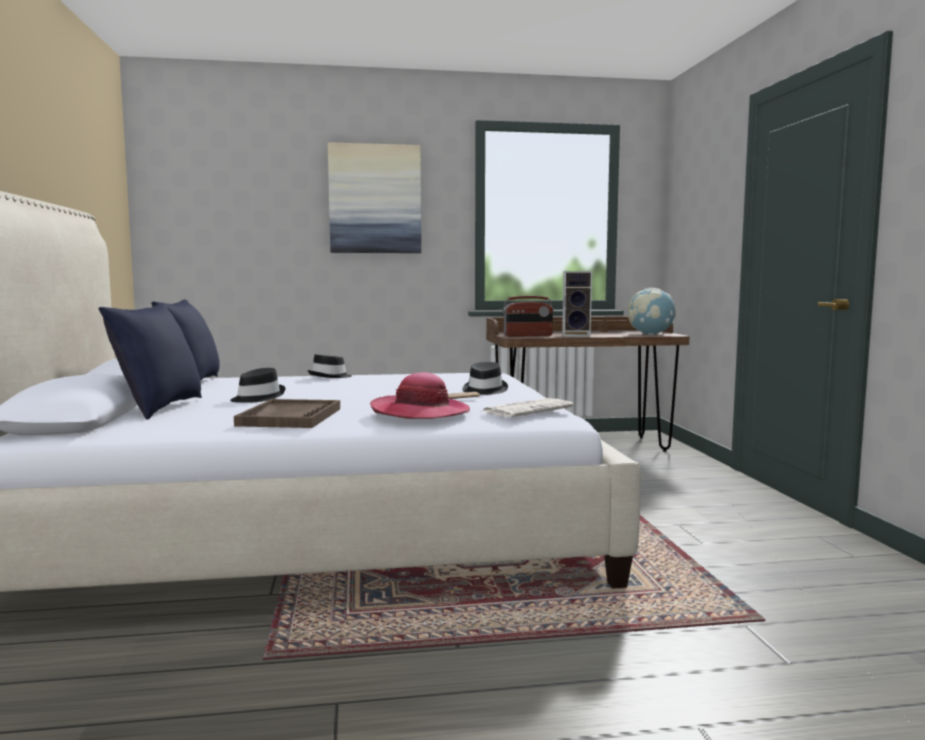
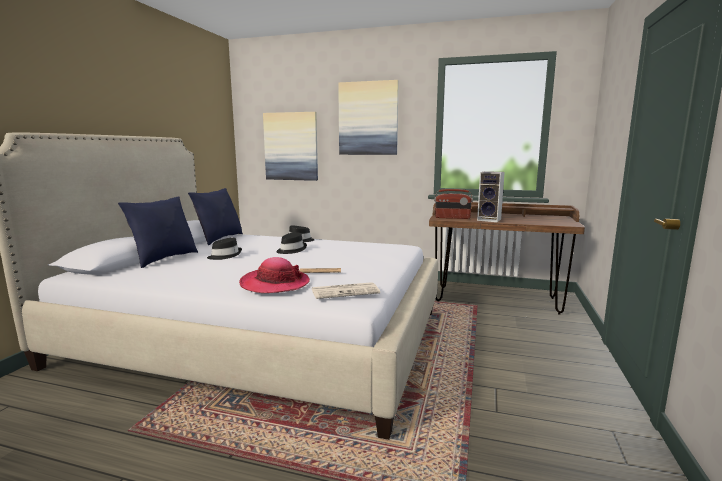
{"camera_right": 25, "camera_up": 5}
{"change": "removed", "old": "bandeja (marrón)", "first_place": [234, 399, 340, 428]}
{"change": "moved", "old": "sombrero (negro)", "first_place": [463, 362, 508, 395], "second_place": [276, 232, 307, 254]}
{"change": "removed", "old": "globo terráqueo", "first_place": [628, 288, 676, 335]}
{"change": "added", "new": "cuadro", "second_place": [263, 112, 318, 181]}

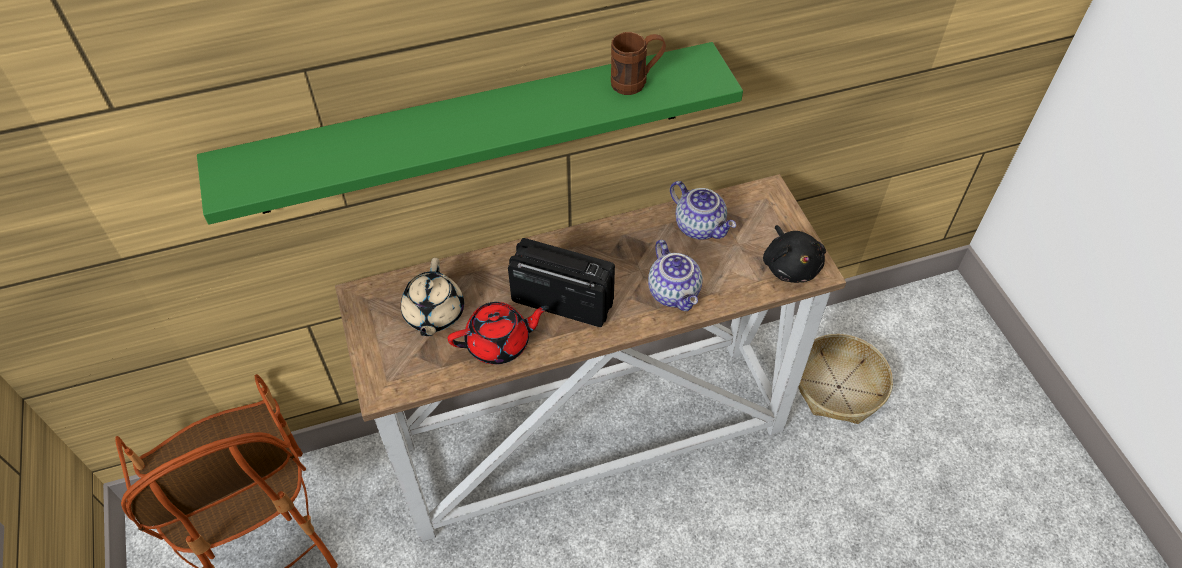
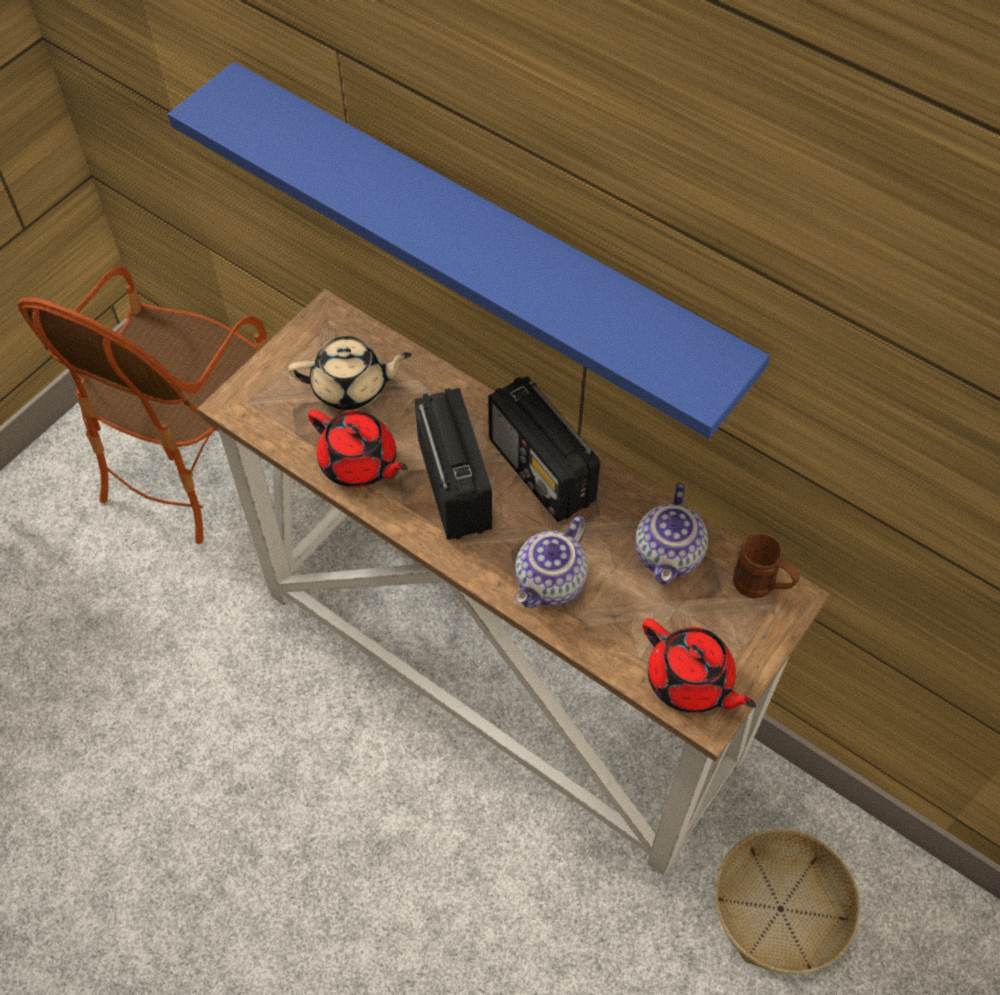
{"camera_right": 55, "camera_up": 5}
{"change": "recoloured", "old": "estante (verde)", "new": "estante (azul)", "first_place": [197, 42, 743, 224], "second_place": [168, 62, 770, 439]}
{"change": "turned", "old": "tetera (beis)", "first_place": [401, 258, 464, 336], "second_place": [288, 336, 412, 410], "degrees": -150}
{"change": "moved", "old": "taza grande (marrón)", "first_place": [611, 32, 666, 95], "second_place": [733, 533, 799, 599]}
{"change": "replaced", "old": "peluche (negro)", "new": "tetera (rojo)", "first_place": [763, 225, 826, 283], "second_place": [642, 618, 756, 713]}
{"change": "added", "new": "radio", "second_place": [488, 376, 600, 522]}

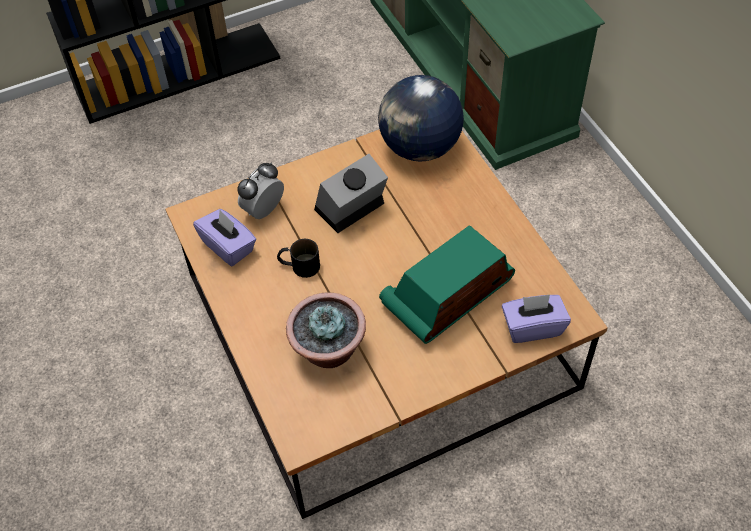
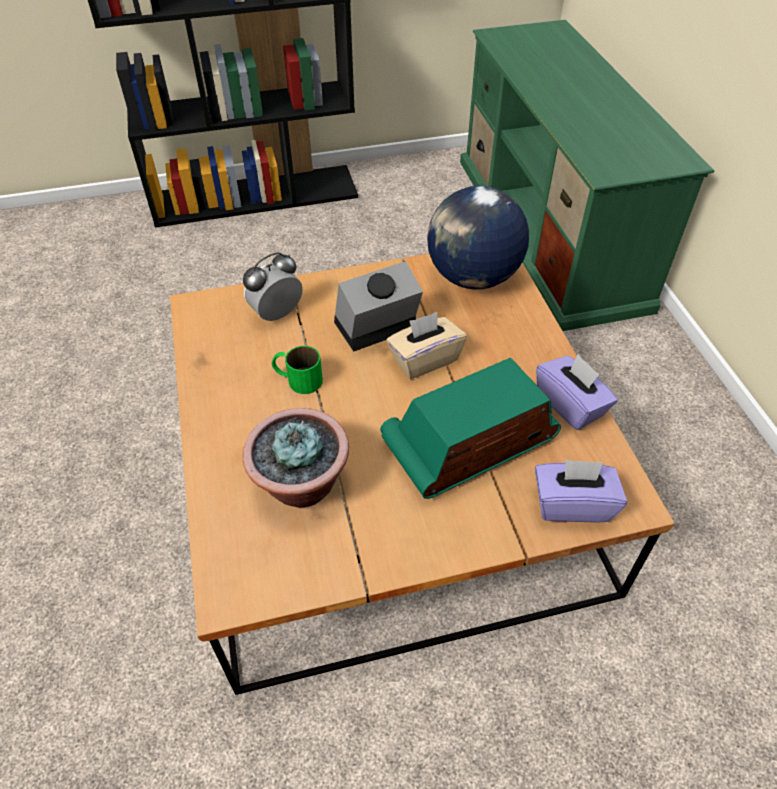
{"camera_right": 10, "camera_up": -5}
{"change": "moved", "old": "caja de pañuelos (morado)", "first_place": [193, 209, 257, 266], "second_place": [536, 354, 618, 430]}
{"change": "recoloured", "old": "taza grande (negro)", "new": "taza grande (verde)", "first_place": [277, 239, 320, 278], "second_place": [272, 346, 323, 394]}
{"change": "added", "new": "caja de pañuelos (beis)", "second_place": [386, 312, 467, 379]}

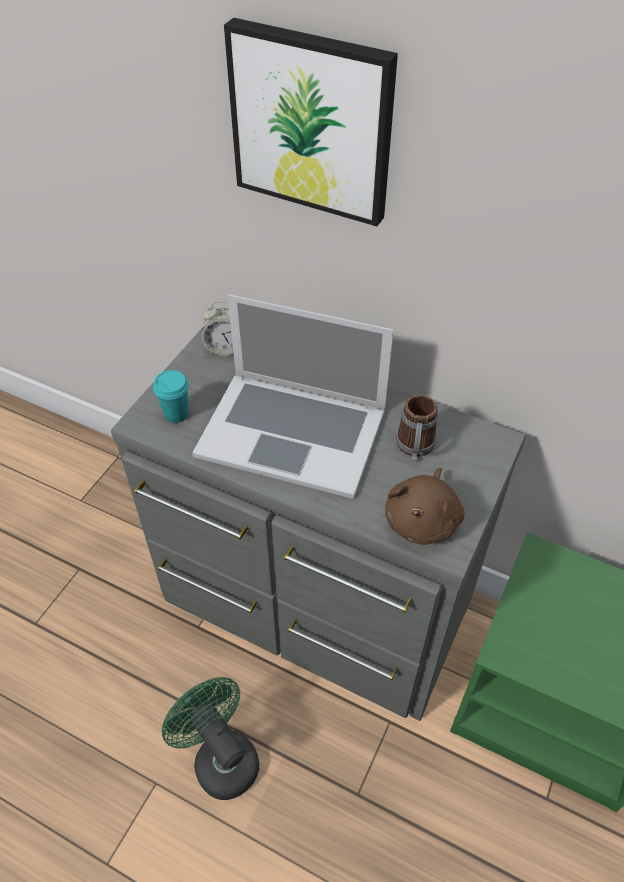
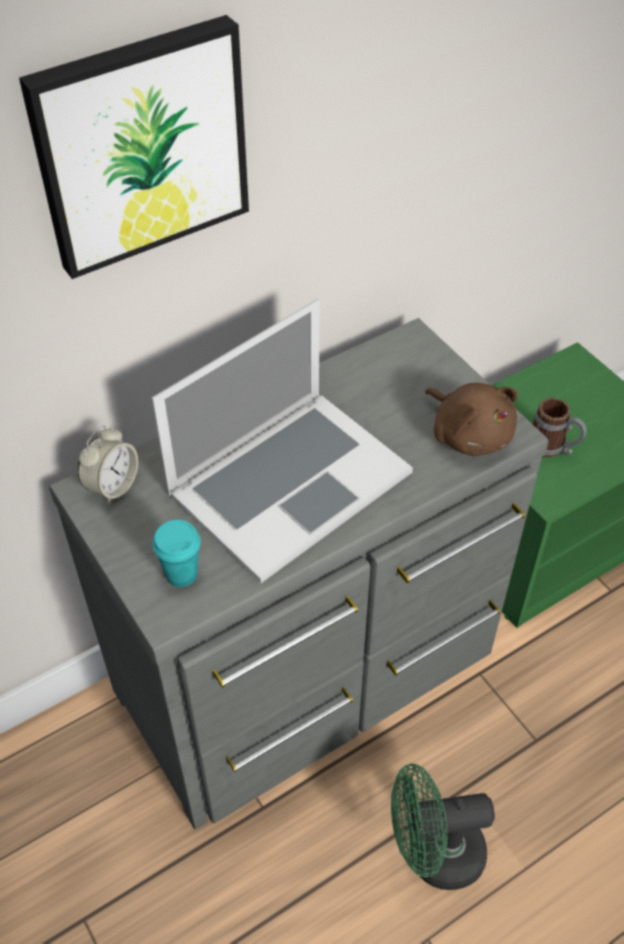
{"camera_right": -60, "camera_up": 0}
{"change": "moved", "old": "taza grande", "first_place": [396, 395, 438, 462], "second_place": [533, 398, 586, 458]}

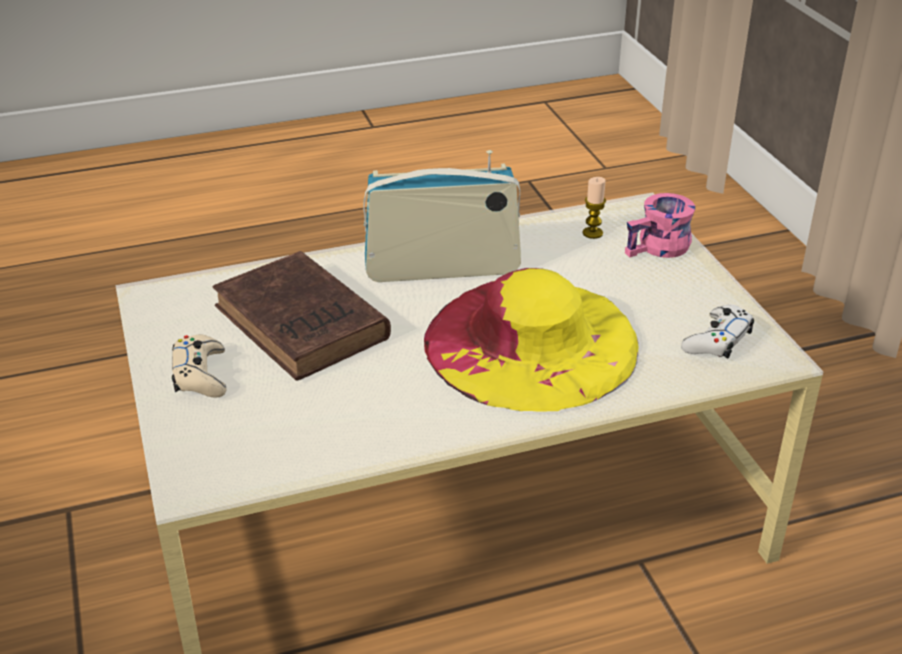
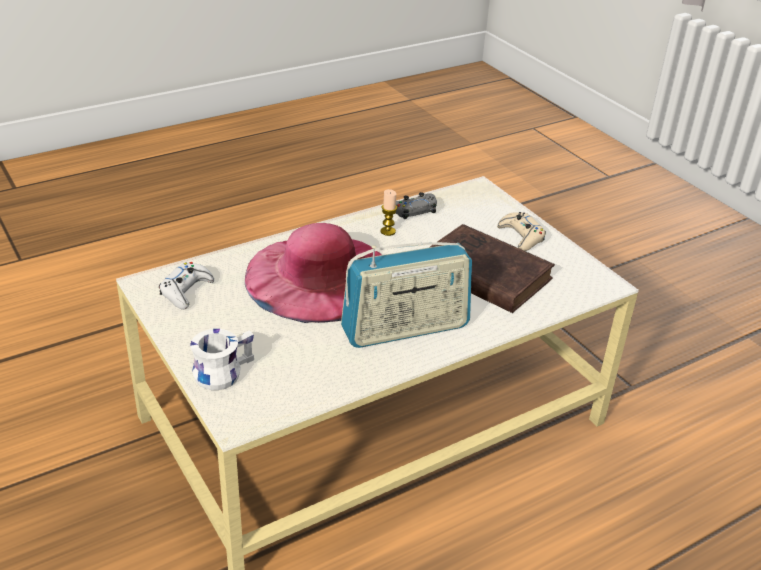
{"camera_right": 165, "camera_up": 0}
{"change": "recoloured", "old": "sombrero (amarillo)", "new": "sombrero (rosa)", "first_place": [424, 268, 638, 412], "second_place": [245, 223, 382, 323]}
{"change": "moved", "old": "vela", "first_place": [583, 177, 606, 239], "second_place": [381, 189, 397, 236]}
{"change": "recoloured", "old": "taza grande (rosa)", "new": "taza grande (blanco)", "first_place": [625, 193, 695, 258], "second_place": [190, 329, 254, 390]}
{"change": "added", "new": "mando de consola (gris)", "second_place": [396, 192, 437, 219]}

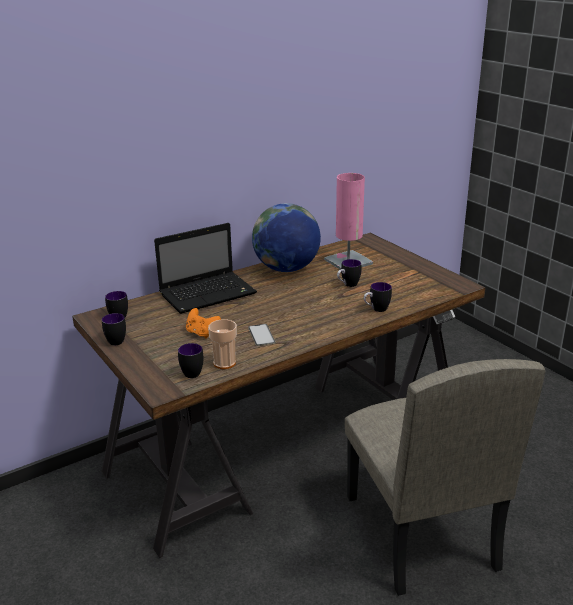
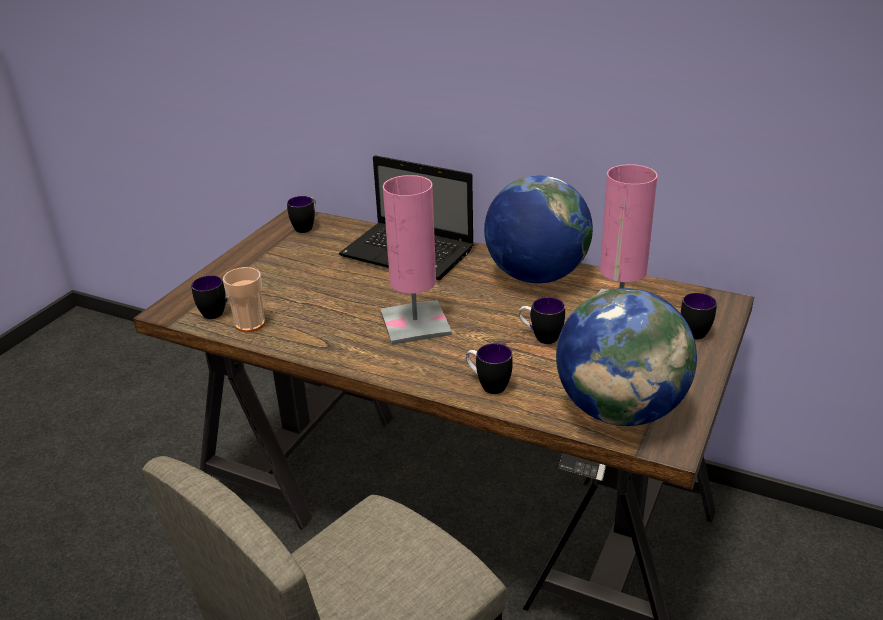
{"camera_right": 60, "camera_up": 5}
{"change": "moved", "old": "taza grande", "first_place": [102, 313, 126, 345], "second_place": [681, 293, 717, 340]}
{"change": "removed", "old": "mando de consola (naranja)", "first_place": [186, 308, 221, 338]}
{"change": "removed", "old": "móvil", "first_place": [248, 324, 275, 346]}
{"change": "added", "new": "lámpara de mesa (rosa)", "second_place": [381, 175, 452, 344]}
{"change": "added", "new": "globo terráqueo", "second_place": [556, 288, 697, 426]}

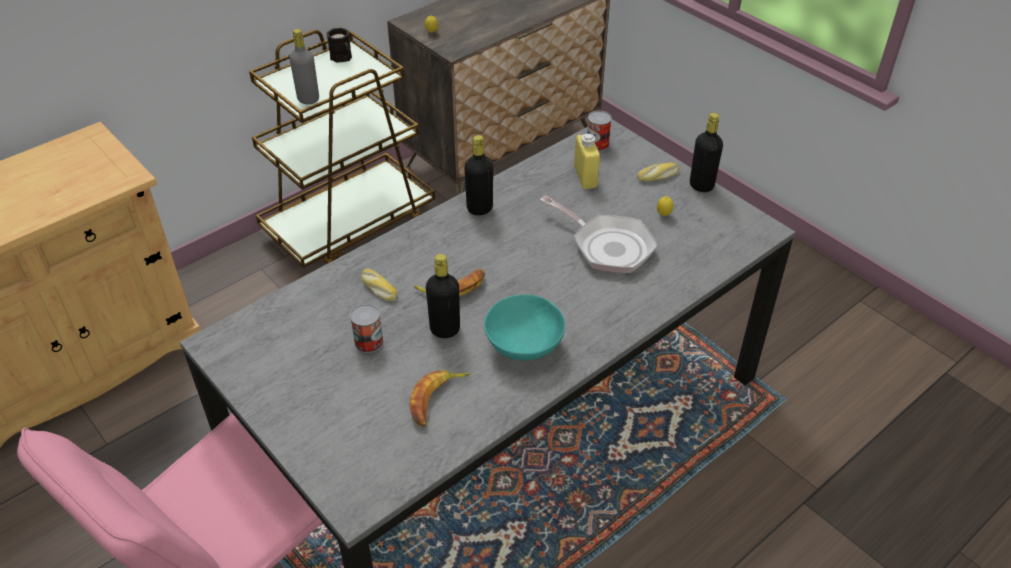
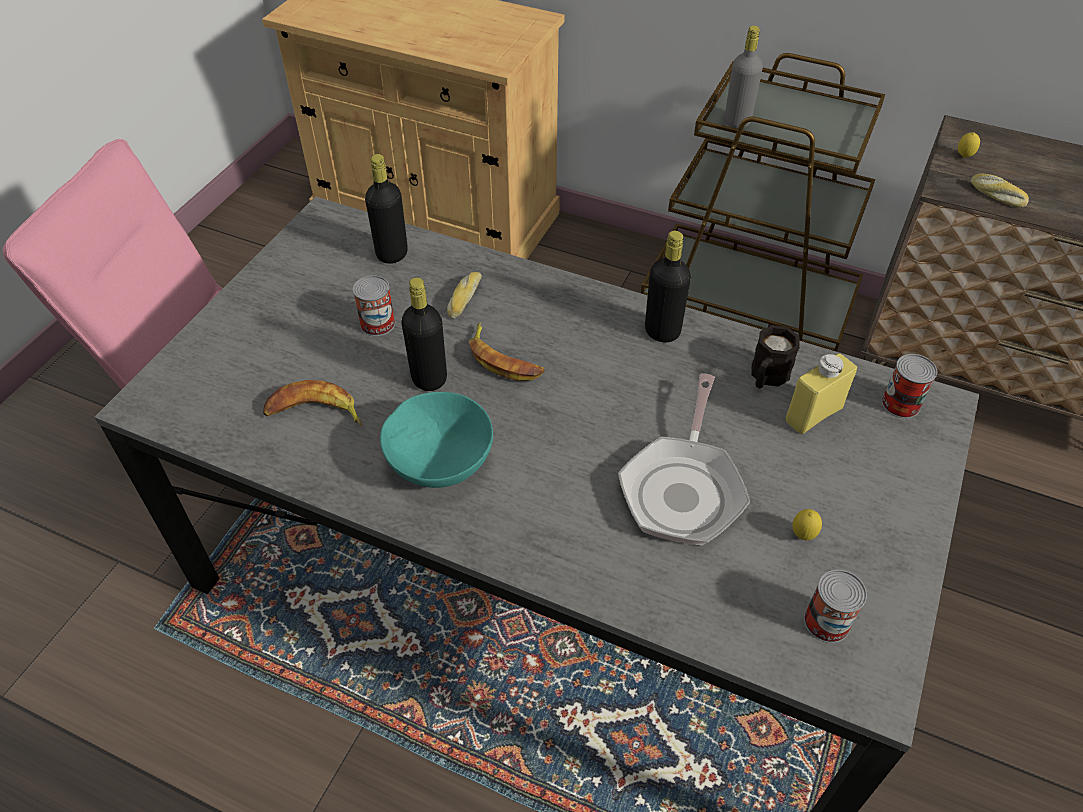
{"camera_right": 65, "camera_up": 5}
{"change": "moved", "old": "taza grande (negro)", "first_place": [327, 28, 352, 63], "second_place": [751, 325, 800, 389]}
{"change": "moved", "old": "pan", "first_place": [637, 163, 679, 181], "second_place": [971, 174, 1029, 207]}
{"change": "moved", "old": "botella (negro)", "first_place": [690, 113, 723, 192], "second_place": [365, 154, 408, 264]}
{"change": "added", "new": "lata", "second_place": [804, 569, 867, 643]}

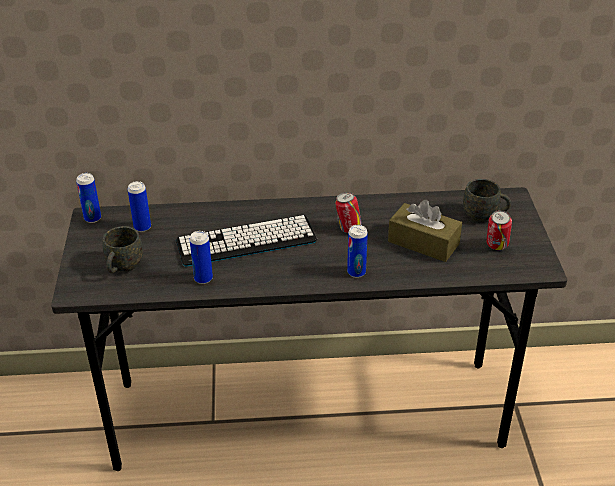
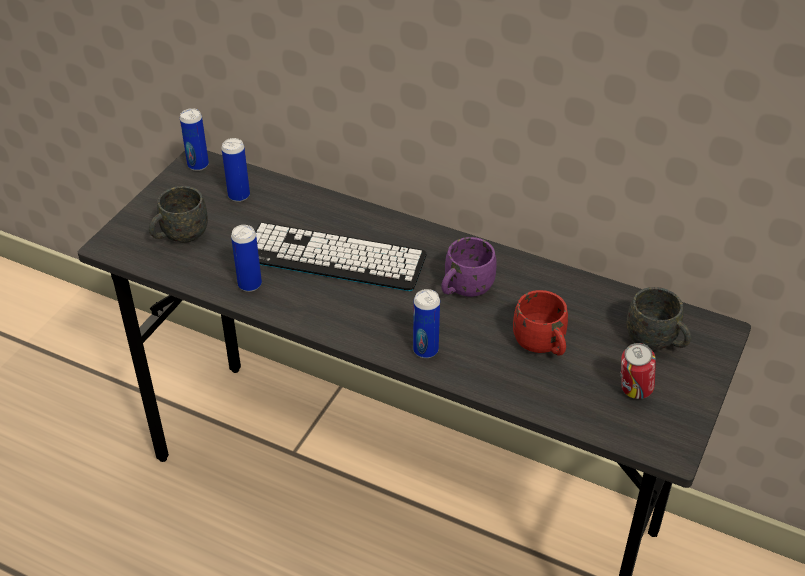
{"camera_right": 30, "camera_up": 5}
{"change": "replaced", "old": "lata", "new": "taza grande (morado)", "first_place": [335, 192, 362, 233], "second_place": [442, 237, 497, 297]}
{"change": "replaced", "old": "caja de pañuelos (marrón)", "new": "taza grande (rojo)", "first_place": [388, 200, 462, 262], "second_place": [513, 290, 568, 356]}

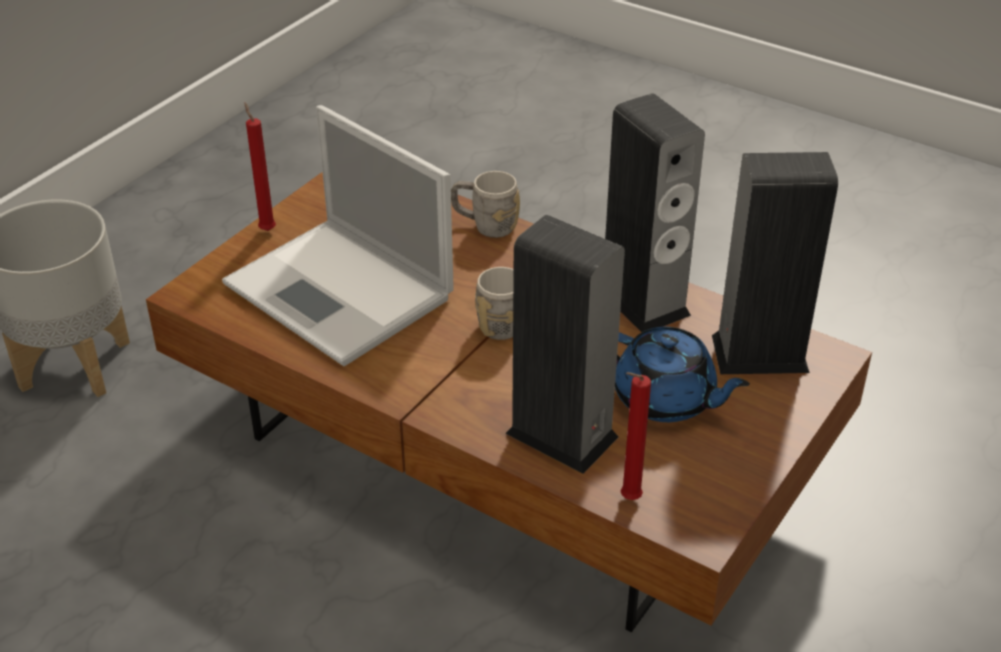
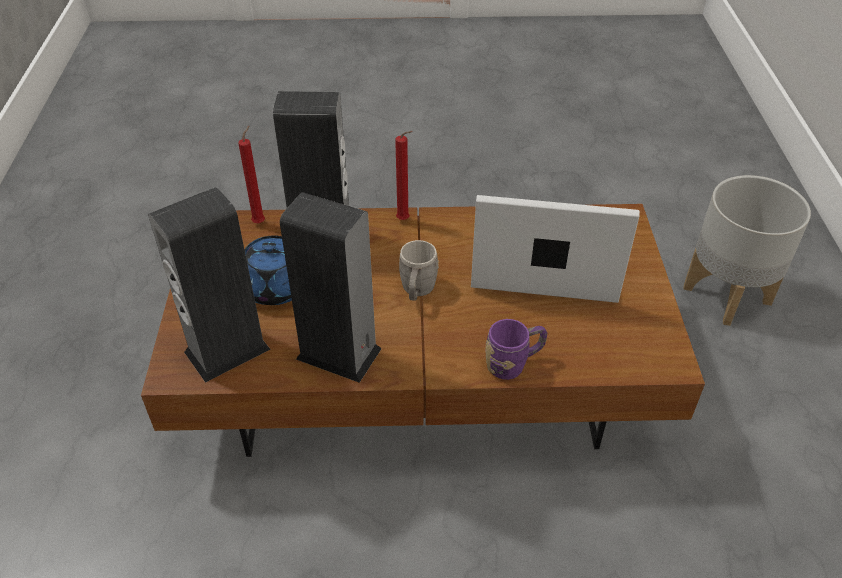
{"camera_right": 145, "camera_up": 5}
{"change": "moved", "old": "vela (rojo)", "first_place": [245, 103, 276, 231], "second_place": [395, 131, 413, 220]}
{"change": "recoloured", "old": "taza grande (gris)", "new": "taza grande (morado)", "first_place": [451, 171, 520, 238], "second_place": [486, 319, 547, 380]}

